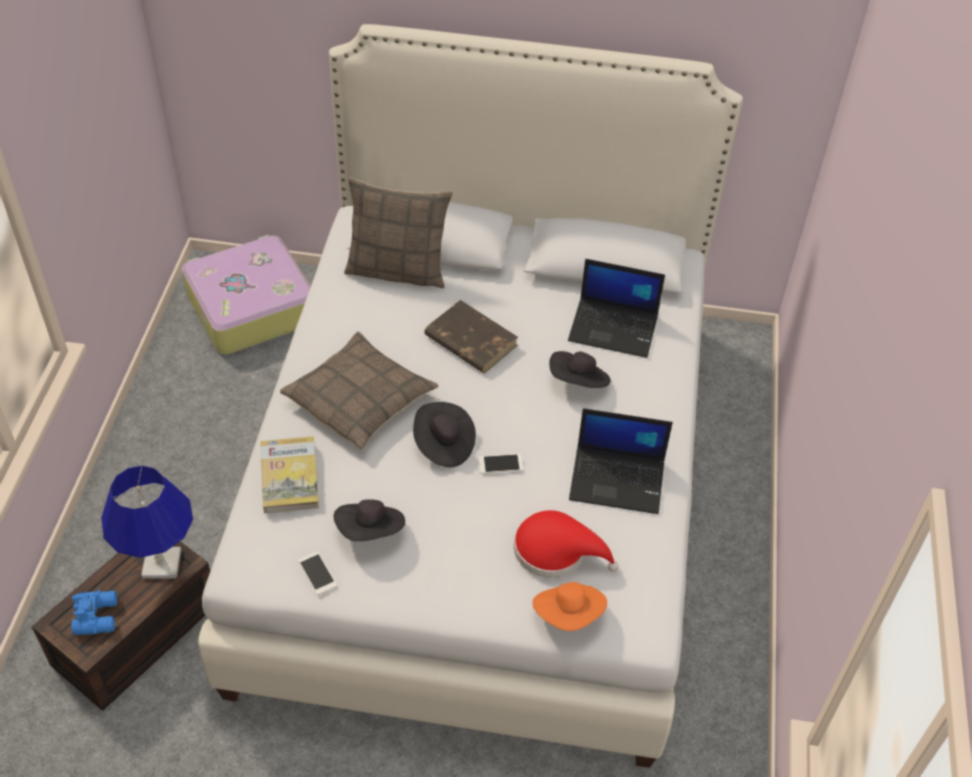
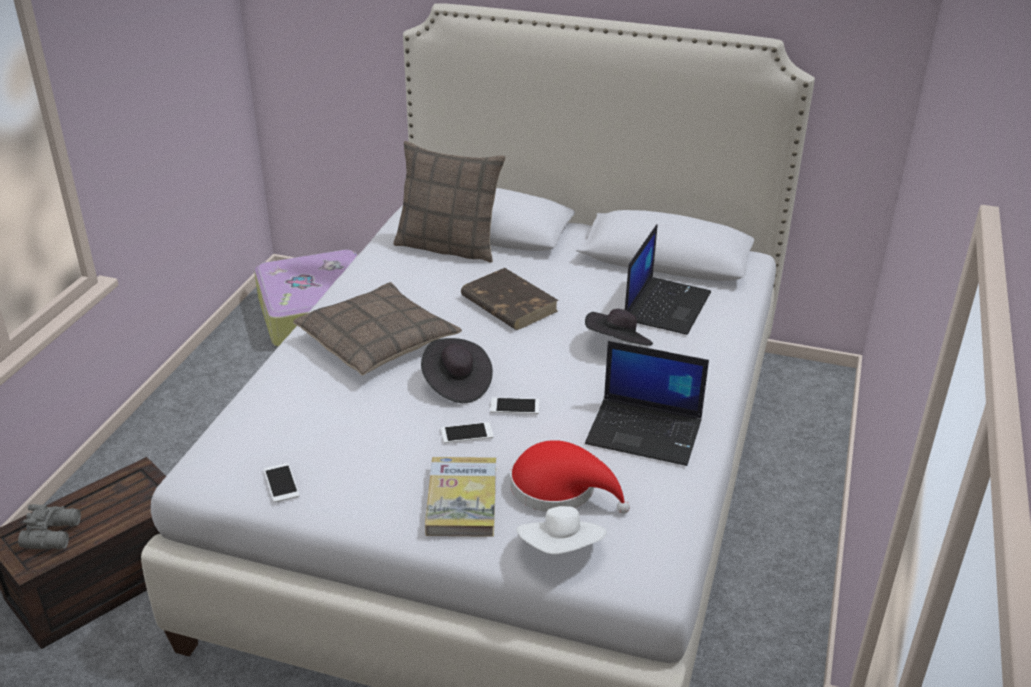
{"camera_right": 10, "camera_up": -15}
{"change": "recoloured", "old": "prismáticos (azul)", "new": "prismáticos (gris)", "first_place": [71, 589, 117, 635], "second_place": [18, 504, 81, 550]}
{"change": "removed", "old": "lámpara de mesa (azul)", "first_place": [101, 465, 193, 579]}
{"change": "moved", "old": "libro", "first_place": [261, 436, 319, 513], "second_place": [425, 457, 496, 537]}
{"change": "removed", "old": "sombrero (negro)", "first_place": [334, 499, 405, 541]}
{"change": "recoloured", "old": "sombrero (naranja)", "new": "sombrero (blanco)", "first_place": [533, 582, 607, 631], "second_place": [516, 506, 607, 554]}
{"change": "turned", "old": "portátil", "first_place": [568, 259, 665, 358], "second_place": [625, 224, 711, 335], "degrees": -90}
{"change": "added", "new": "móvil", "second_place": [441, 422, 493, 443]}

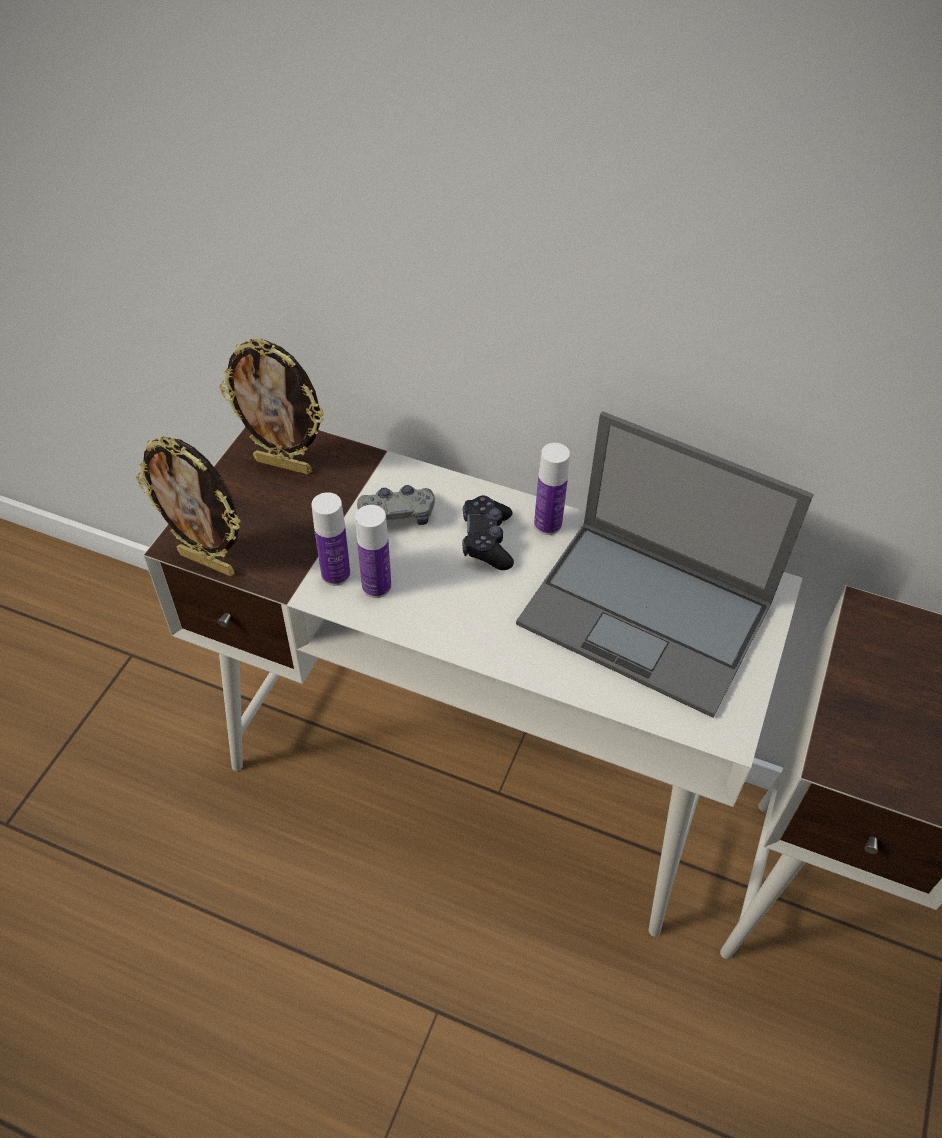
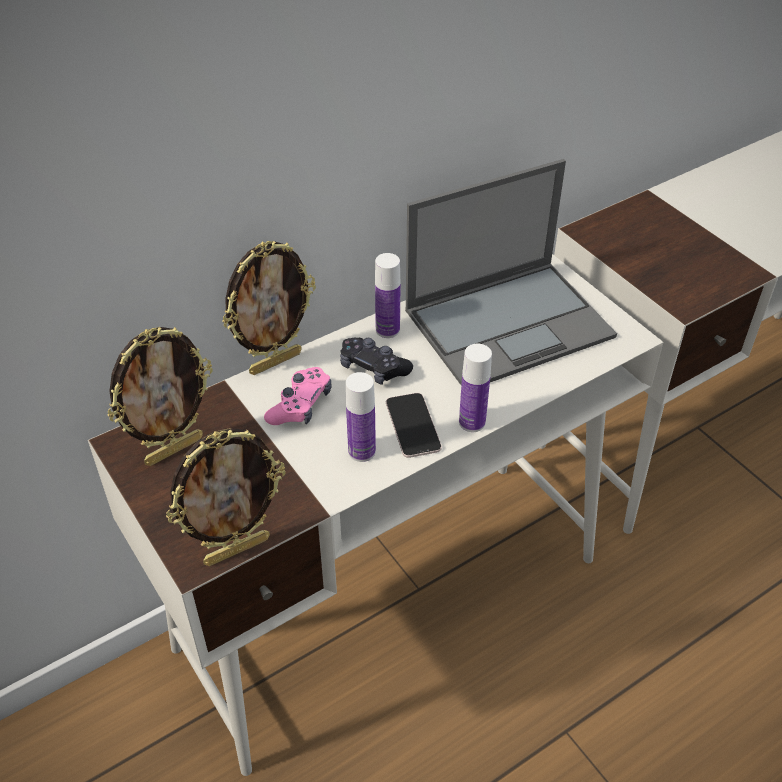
{"camera_right": -55, "camera_up": -5}
{"change": "moved", "old": "botella", "first_place": [312, 492, 351, 586], "second_place": [459, 344, 492, 432]}
{"change": "recoloured", "old": "mando de consola (gris)", "new": "mando de consola (rosa)", "first_place": [357, 485, 435, 525], "second_place": [264, 367, 332, 425]}
{"change": "added", "new": "portarretratos", "second_place": [222, 241, 316, 375]}
{"change": "added", "new": "móvil", "second_place": [386, 393, 442, 458]}

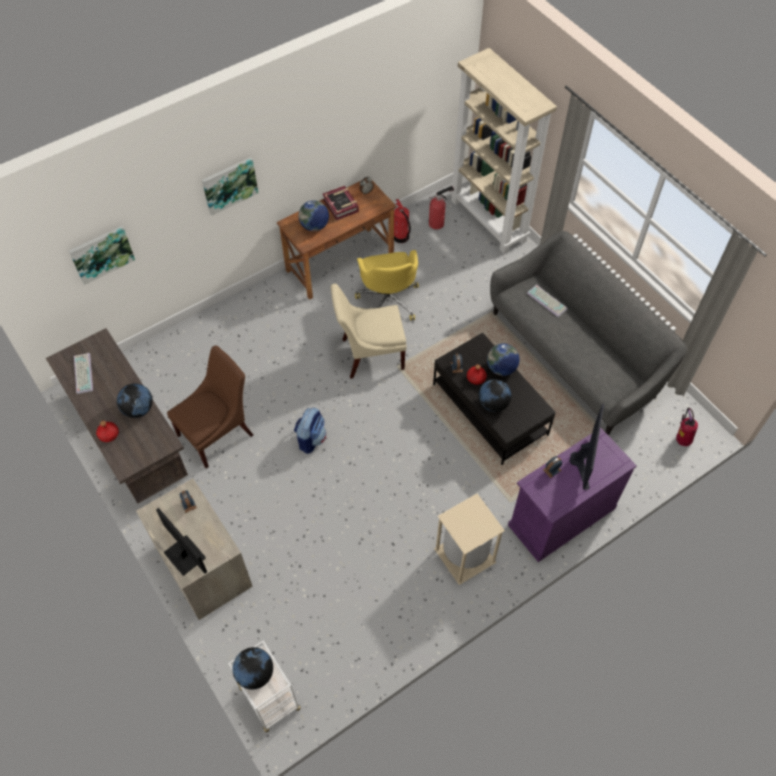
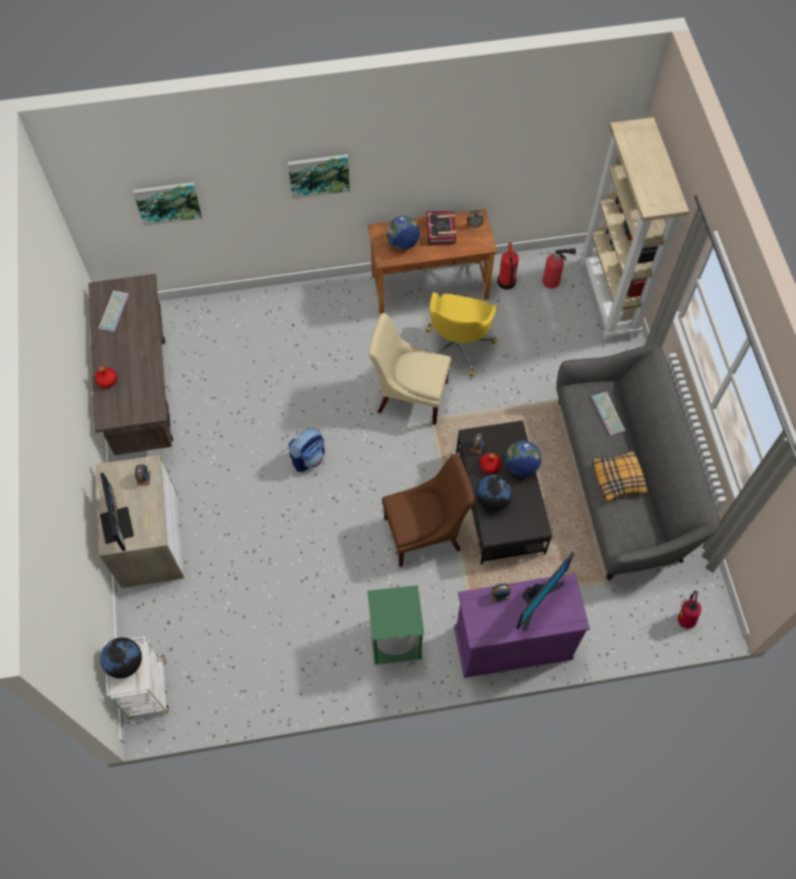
{"camera_right": 25, "camera_up": 5}
{"change": "removed", "old": "globo terráqueo", "first_place": [117, 383, 153, 418]}
{"change": "moved", "old": "silla (marrón)", "first_place": [167, 345, 253, 469], "second_place": [382, 454, 475, 567]}
{"change": "recoloured", "old": "papelera (beis)", "new": "papelera (verde)", "first_place": [434, 494, 505, 585], "second_place": [367, 585, 424, 665]}
{"change": "added", "new": "cojín", "second_place": [593, 450, 647, 502]}

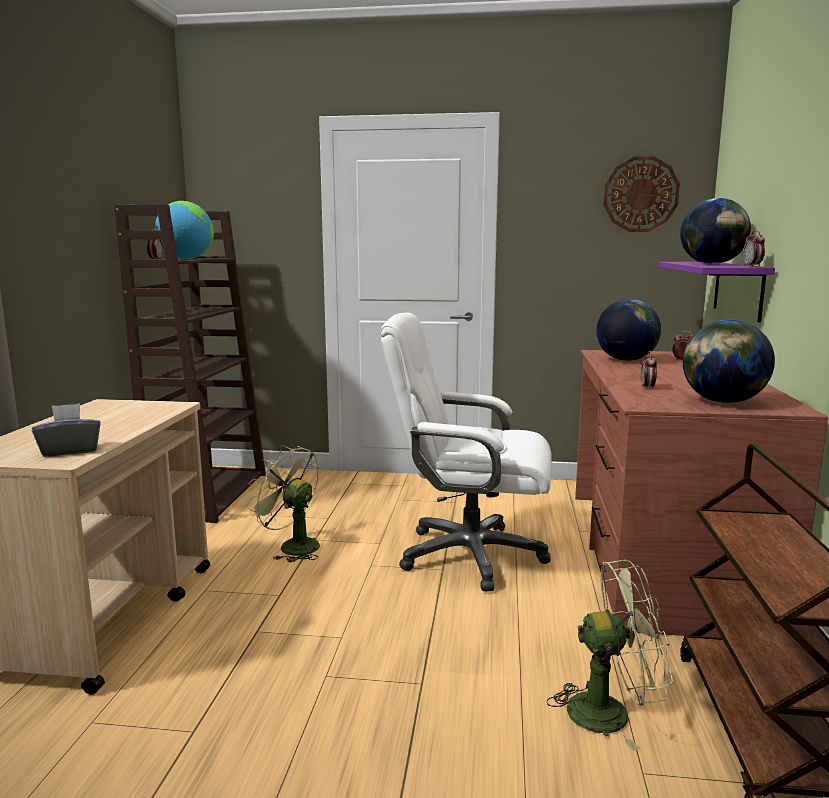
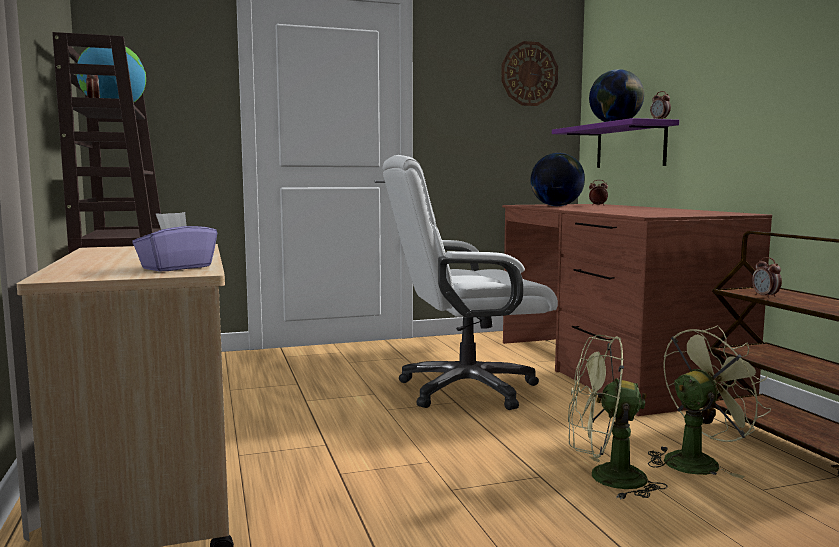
{"camera_right": -25, "camera_up": -5}
{"change": "recoloured", "old": "caja de pañuelos (gris)", "new": "caja de pañuelos (morado)", "first_place": [32, 403, 101, 457], "second_place": [132, 212, 217, 271]}
{"change": "moved", "old": "ventilador (verde)", "first_place": [247, 445, 320, 562], "second_place": [568, 335, 667, 500]}
{"change": "moved", "old": "despertador", "first_place": [641, 351, 657, 390], "second_place": [752, 257, 782, 298]}
{"change": "removed", "old": "globo terráqueo", "first_place": [683, 320, 775, 403]}

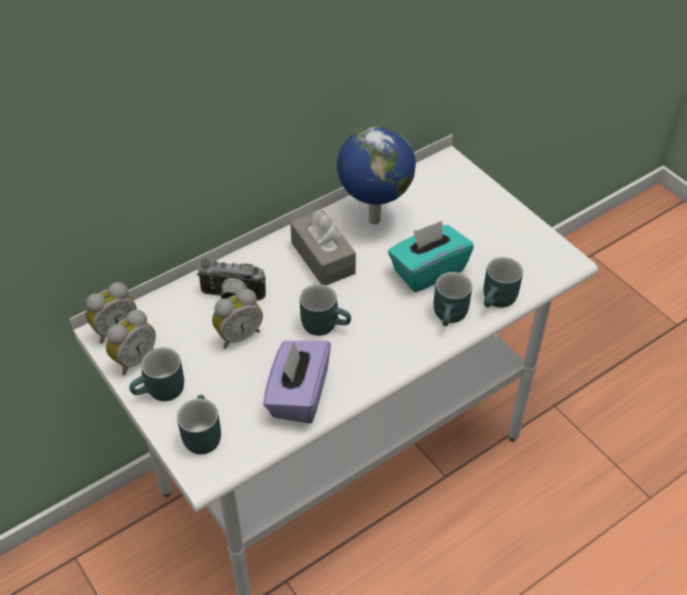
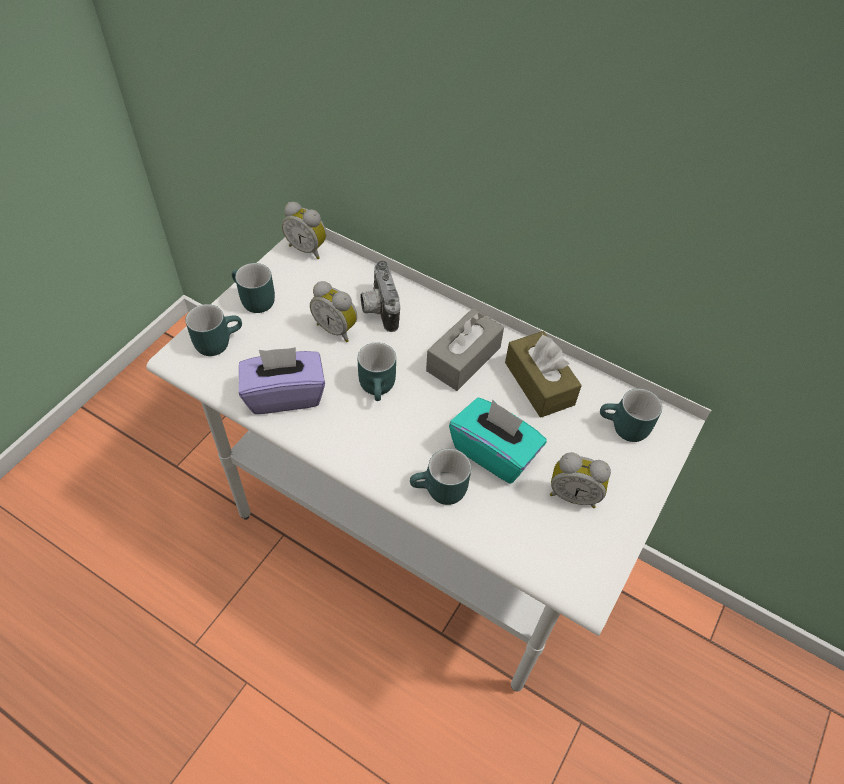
{"camera_right": 65, "camera_up": 5}
{"change": "moved", "old": "despertador", "first_place": [106, 310, 156, 375], "second_place": [550, 452, 611, 508]}
{"change": "replaced", "old": "globo terráqueo", "new": "caja de pañuelos (marrón)", "first_place": [337, 125, 416, 225], "second_place": [505, 331, 582, 417]}
{"change": "moved", "old": "taza grande (turquesa)", "first_place": [484, 257, 523, 308], "second_place": [600, 388, 662, 442]}

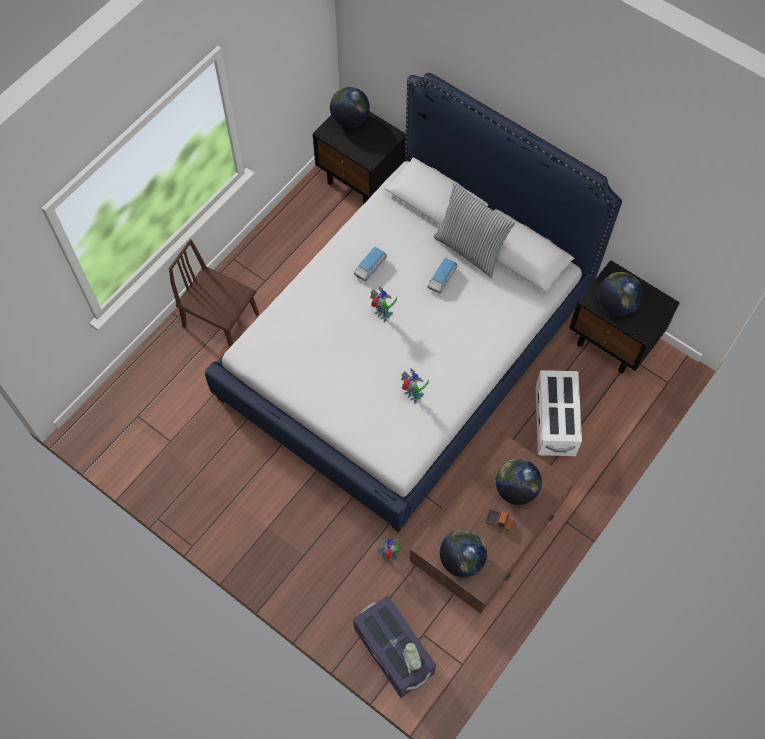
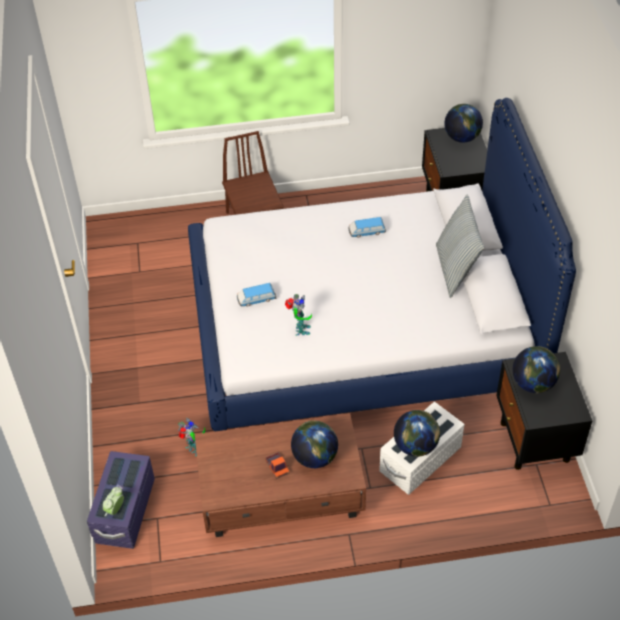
{"camera_right": 45, "camera_up": -15}
{"change": "removed", "old": "robot de juguete", "first_place": [370, 286, 397, 323]}
{"change": "moved", "old": "coche de juguete", "first_place": [428, 258, 457, 293], "second_place": [237, 283, 276, 306]}
{"change": "moved", "old": "globo terráqueo", "first_place": [440, 529, 487, 577], "second_place": [394, 410, 440, 457]}

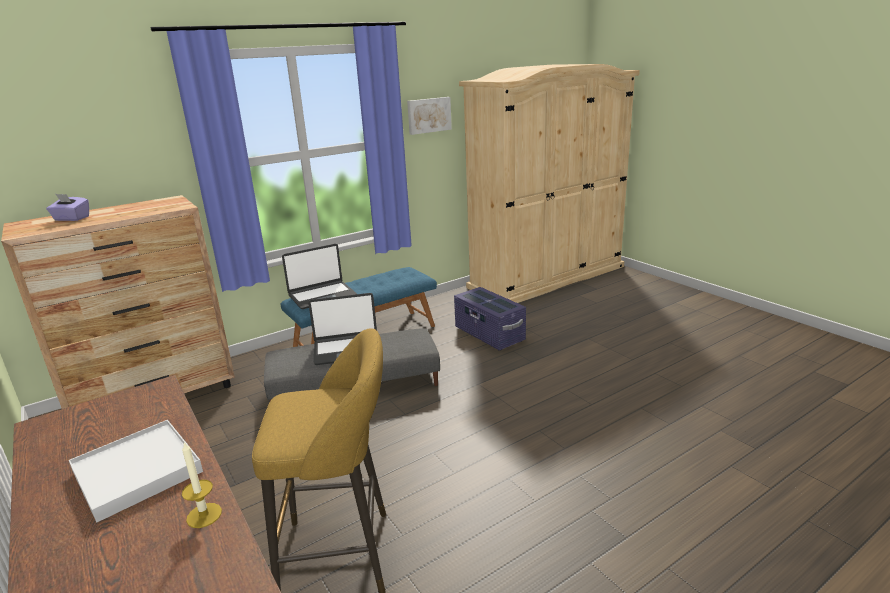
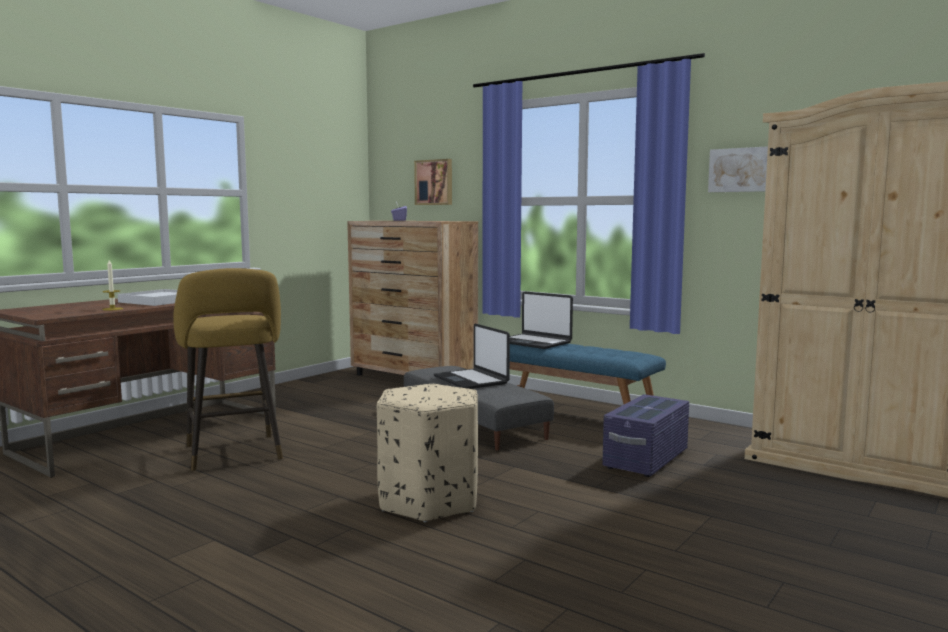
{"camera_right": 70, "camera_up": -15}
{"change": "added", "new": "puf (beis)", "second_place": [377, 384, 478, 522]}
{"change": "added", "new": "cuadro", "second_place": [414, 159, 452, 205]}

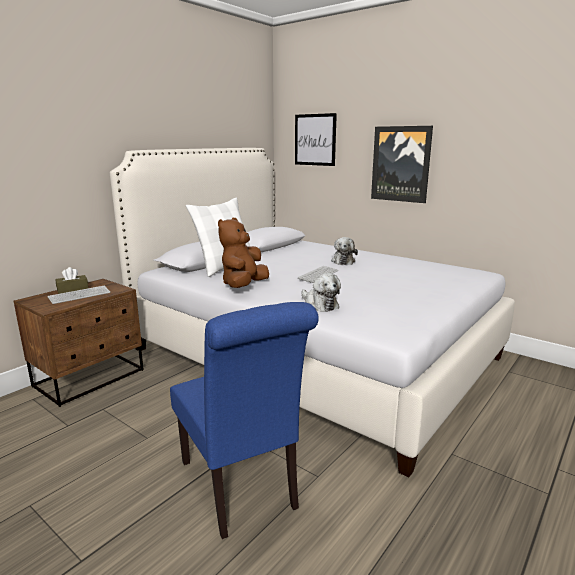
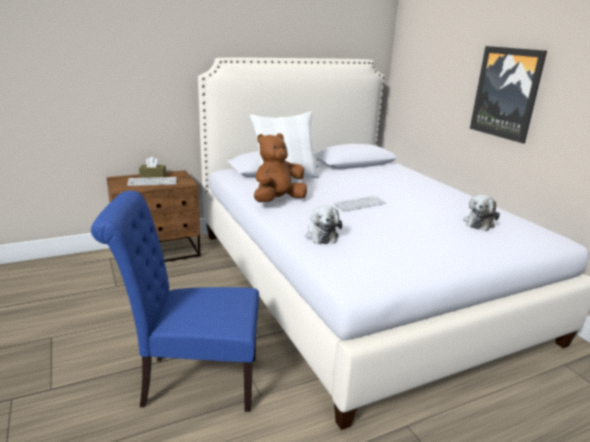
{"camera_right": 25, "camera_up": 5}
{"change": "turned", "old": "silla (azul)", "first_place": [170, 302, 319, 539], "second_place": [91, 191, 259, 412], "degrees": 90}
{"change": "removed", "old": "cuadro", "first_place": [295, 113, 337, 166]}
{"change": "moved", "old": "peluche", "first_place": [331, 237, 358, 265], "second_place": [463, 195, 500, 231]}

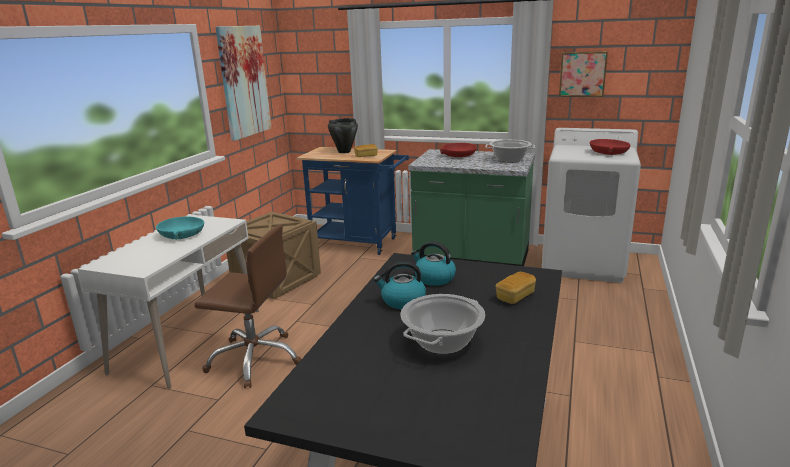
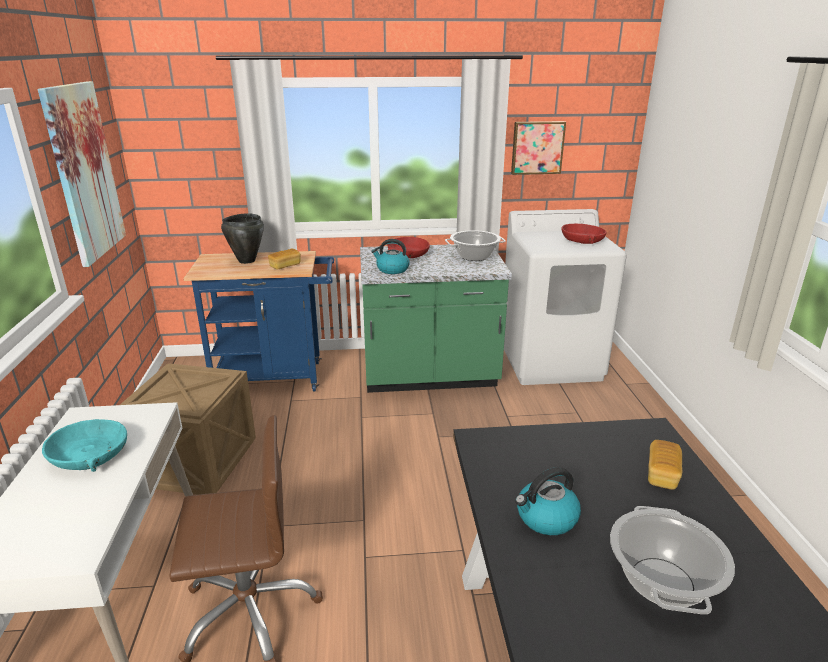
{"camera_right": -25, "camera_up": 5}
{"change": "moved", "old": "hervidor", "first_place": [411, 241, 456, 286], "second_place": [371, 239, 410, 274]}

